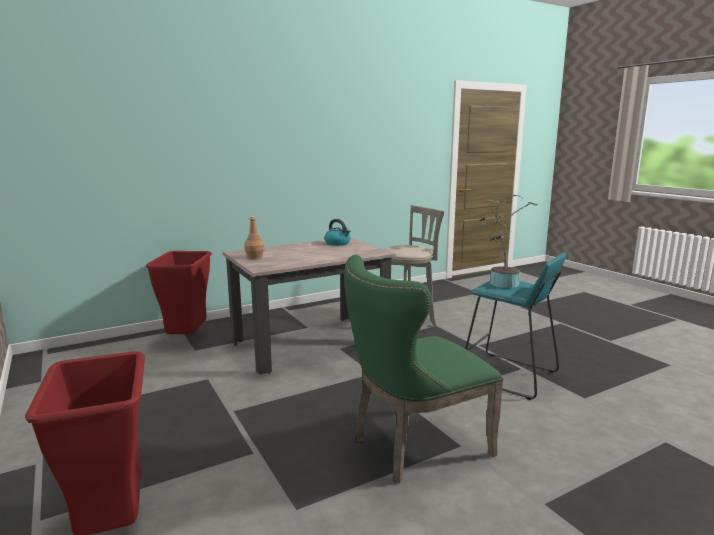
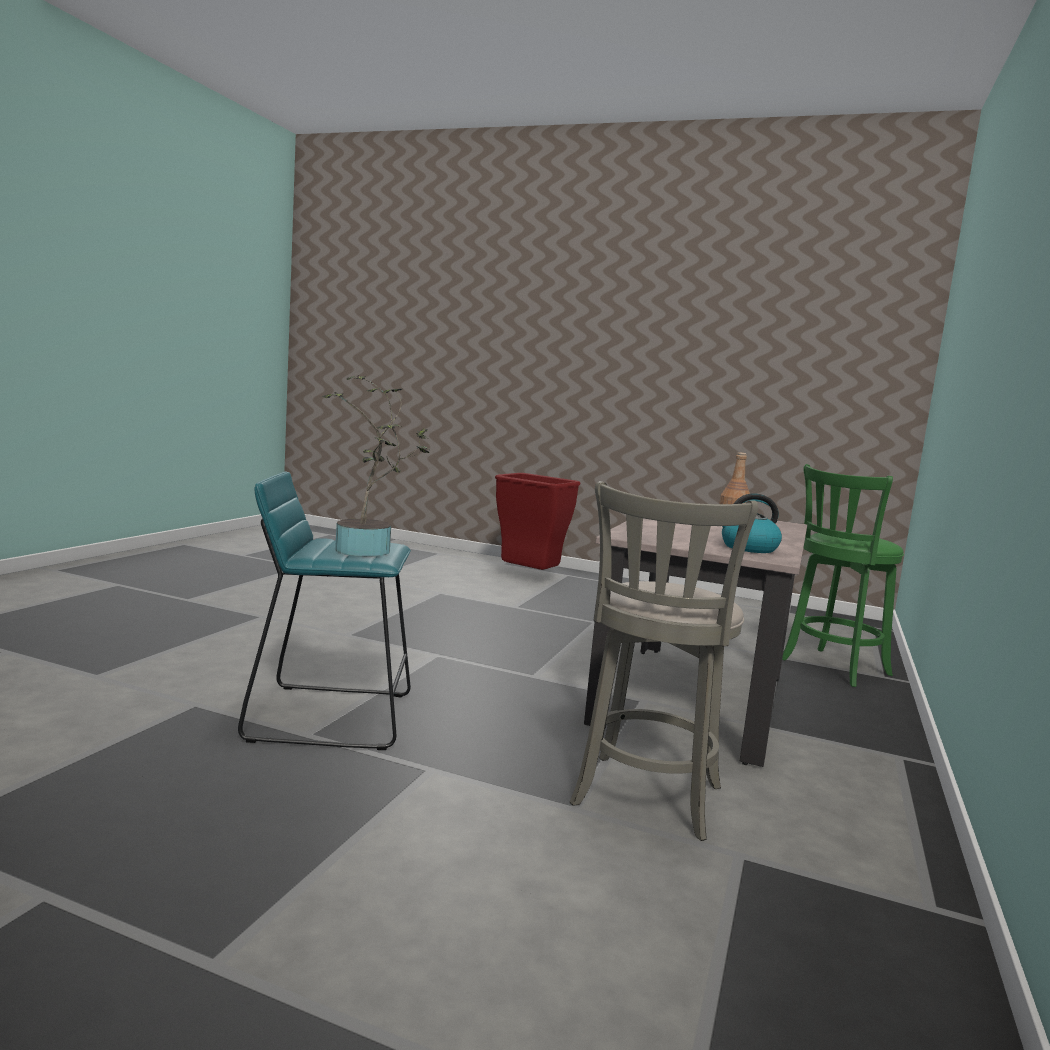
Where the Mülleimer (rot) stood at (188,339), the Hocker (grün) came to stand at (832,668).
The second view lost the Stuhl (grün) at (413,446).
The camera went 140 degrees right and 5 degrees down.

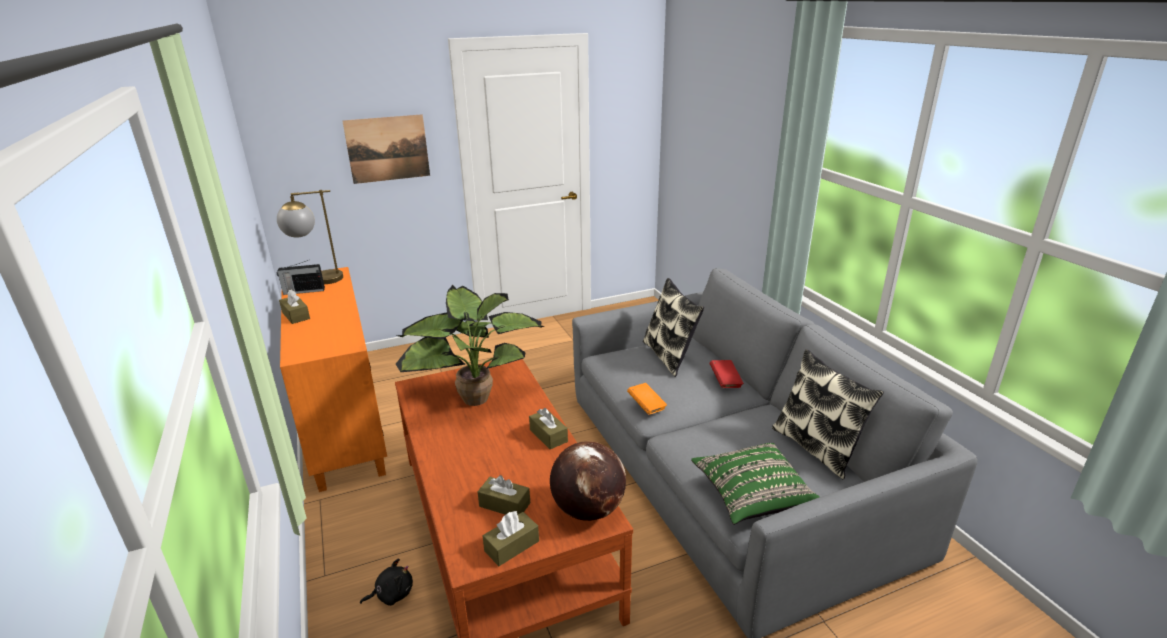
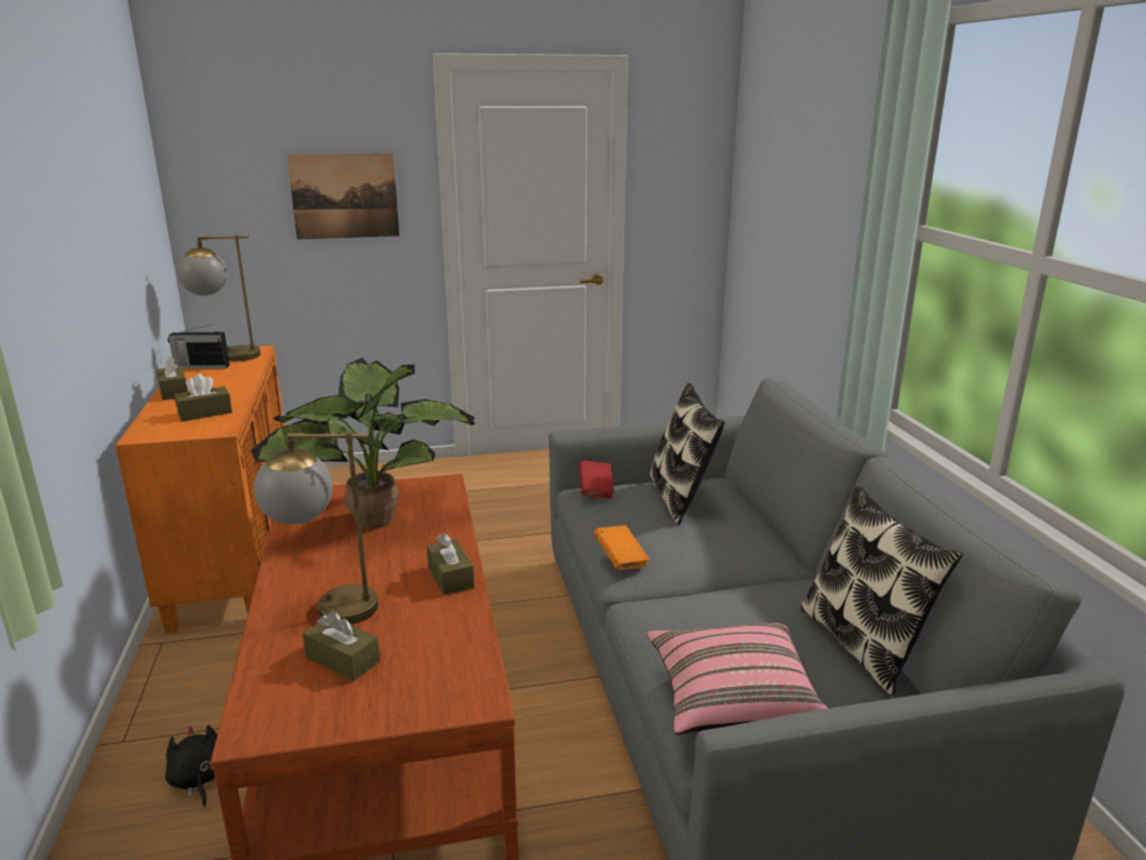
The Plüschtier (schwarz) at (392,594) ended up facing another way, 105 degrees counterclockwise from before.
The Taschentuchbox (braun) ended up elsewhere, having gone from (512,546) to (205,413).
The second view gained the Tischlampe at (326,609).
The Buch (rot) ended up elsewhere, having gone from (725,381) to (596,490).
What was the Kissen (grün) at (752,496) turned into the Kissen (rosa) at (733,701).
The second view lost the Globus at (588,509).
The camera went 10 degrees right and 5 degrees down.

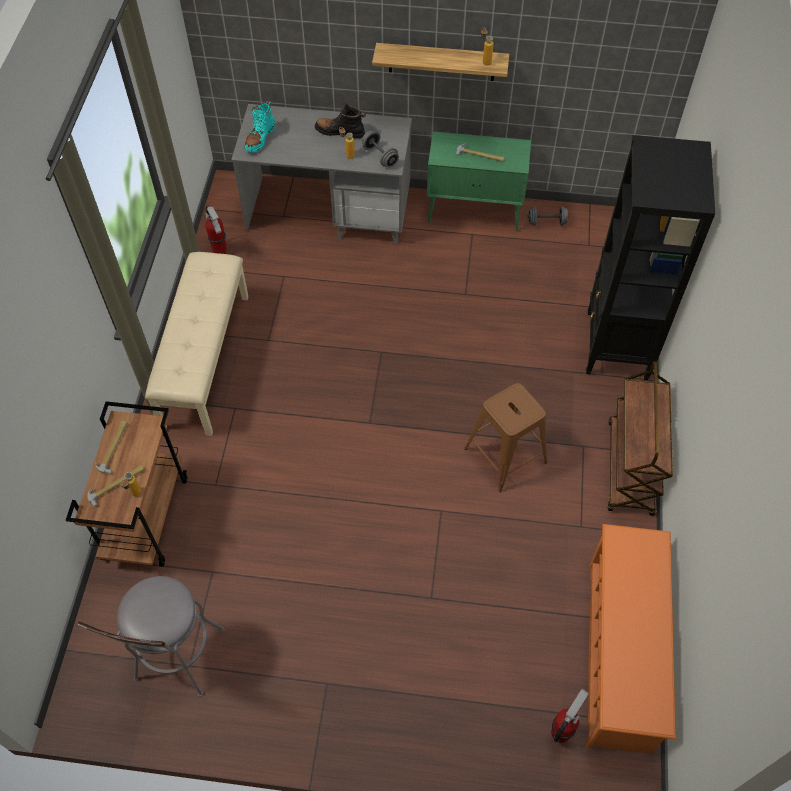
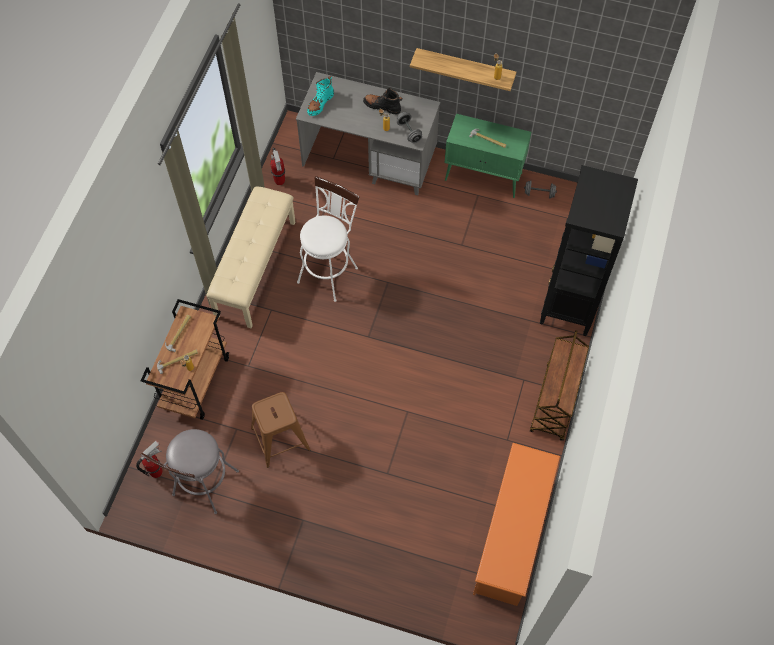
The Feuerlöscher ended up elsewhere, having gone from (560,733) to (157,472).
The Hocker (braun) ended up elsewhere, having gone from (506,455) to (281,439).
The second view gained the Hocker (weiß) at (330,271).
The camera went 10 degrees right and 5 degrees up.

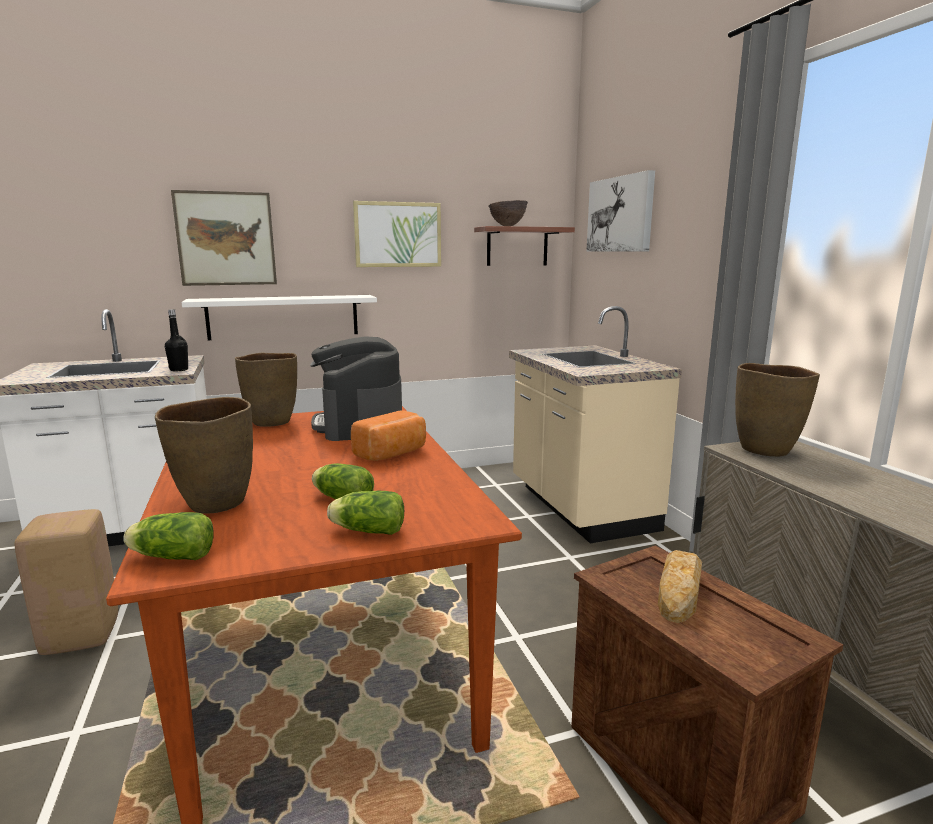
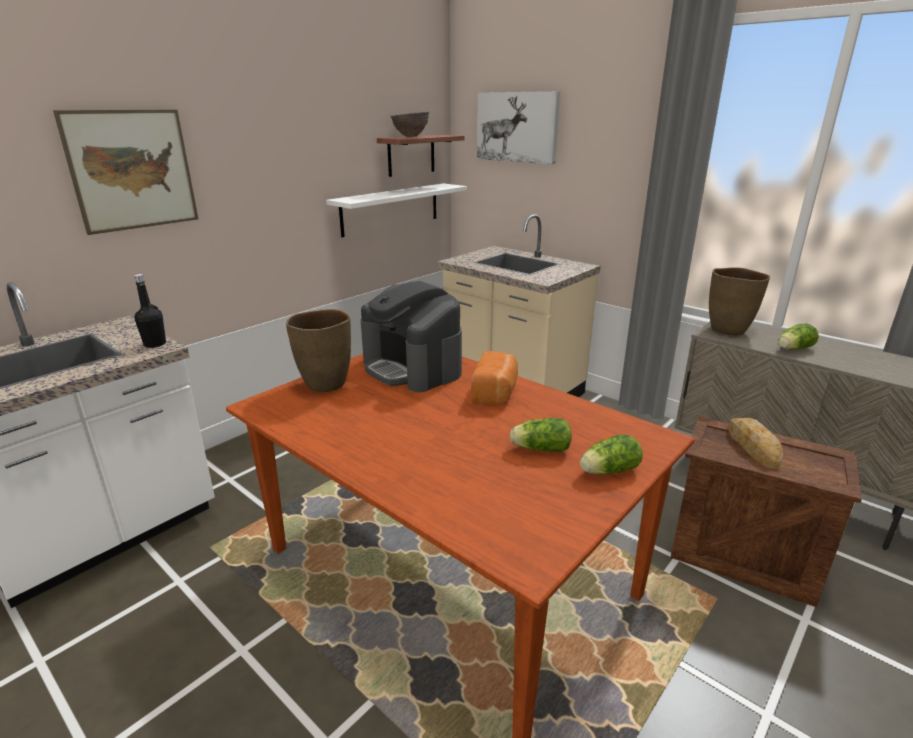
The Wandregal (weiß) ended up elsewhere, having gone from (283,317) to (391,209).
The Salatkopf ended up elsewhere, having gone from (171,556) to (793,349).
The second view lost the Hocker (beige) at (80,636).
The second view lost the Vase (braun) at (216,504).
The second view lost the Bild at (397,234).
The camera went 30 degrees left and 10 degrees up.

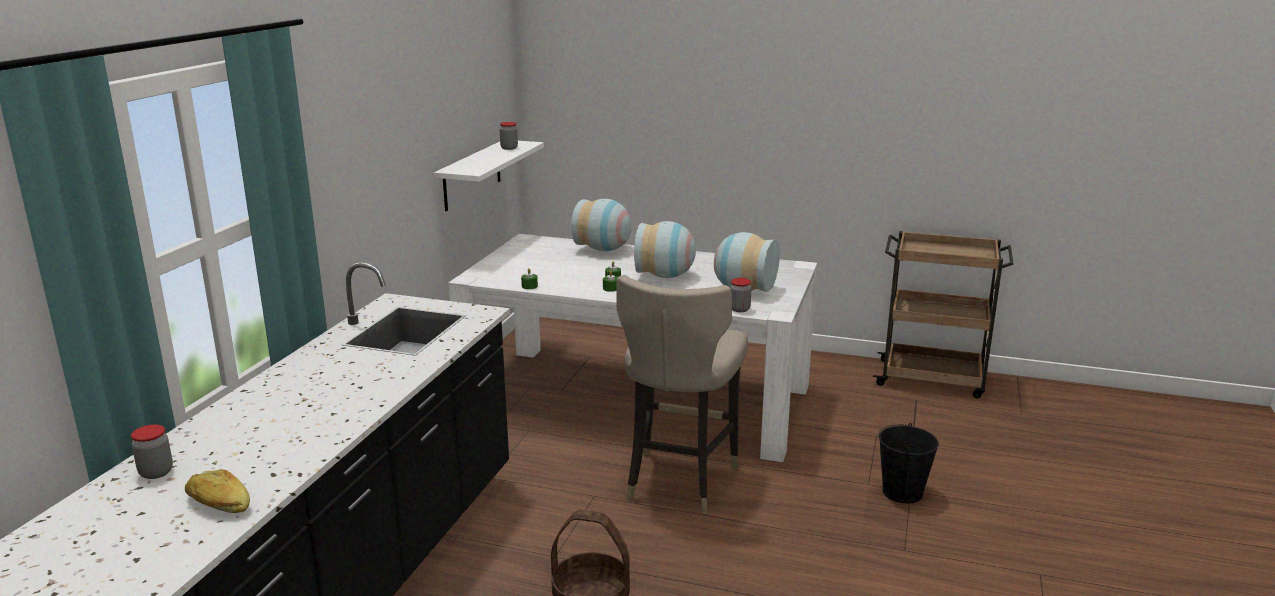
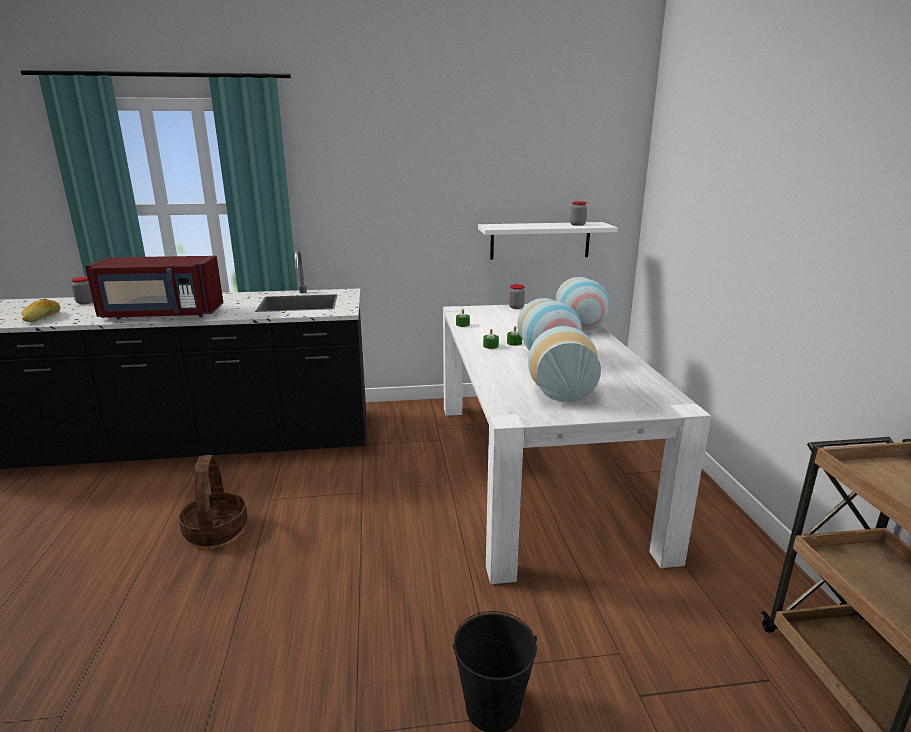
The second view gained the Mikrowelle (rot) at (162,315).
The Vorratsglas ended up elsewhere, having gone from (739,309) to (516,307).
The second view lost the Hocker (beige) at (678,480).
The camera went 65 degrees right and 0 degrees up.

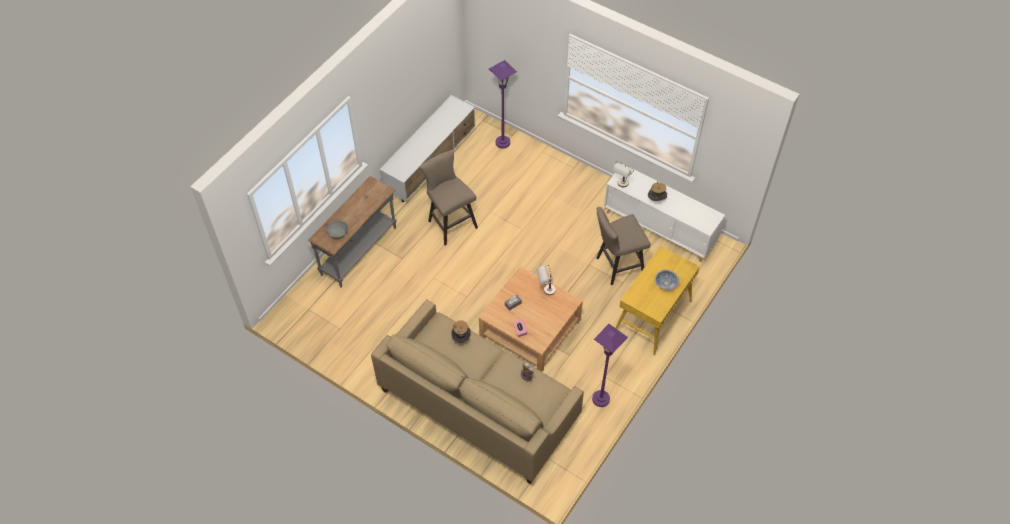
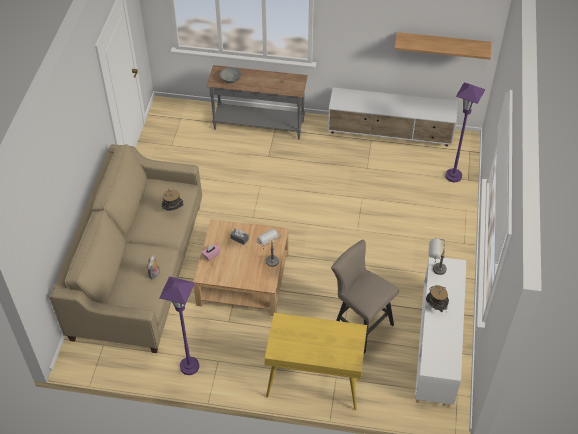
The second view gained the Wandregal at (442,44).
The second view lost the Hocker (beige) at (450,223).
The second view lost the Schüssel at (666,283).
The camera went 65 degrees right and 5 degrees down.

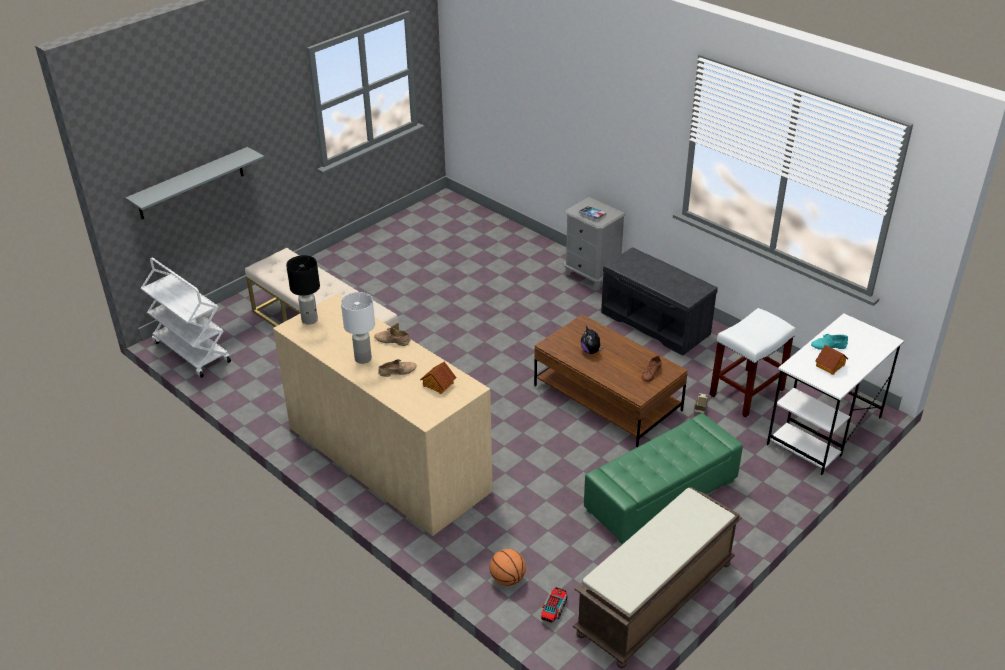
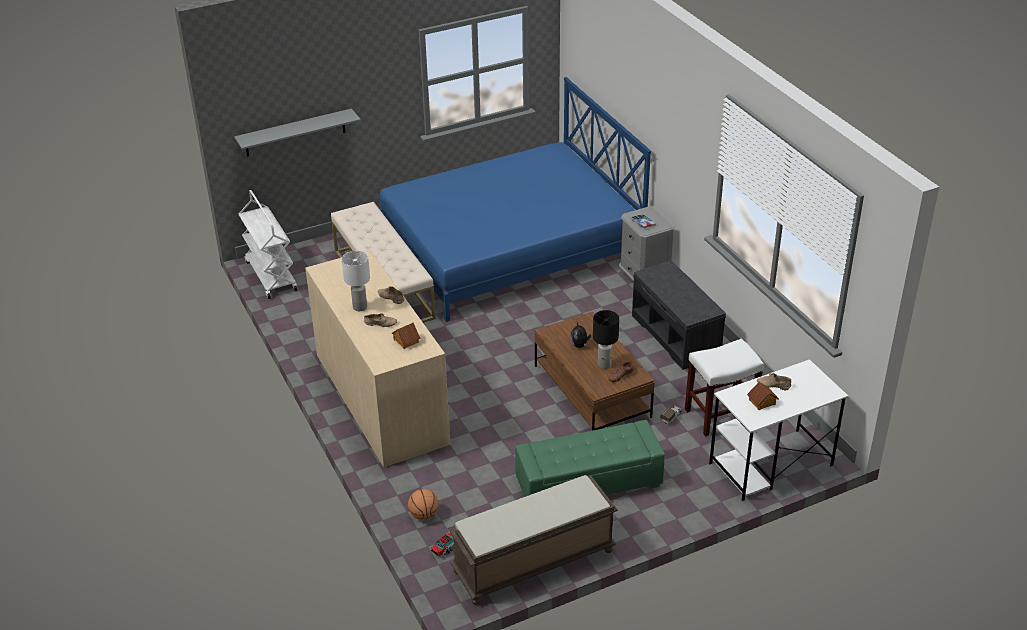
The second view gained the Bett (blau) at (510,247).
The Tischlampe (schwarz) ended up elsewhere, having gone from (310,320) to (605,364).
What was the Schuh (türkis) at (829,346) turned into the Schuh (beige) at (773,385).
The camera went 20 degrees right and 0 degrees up.

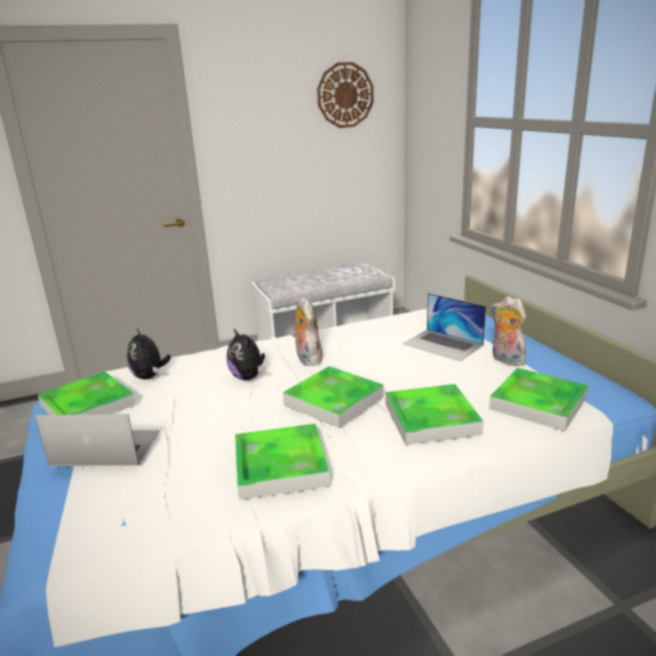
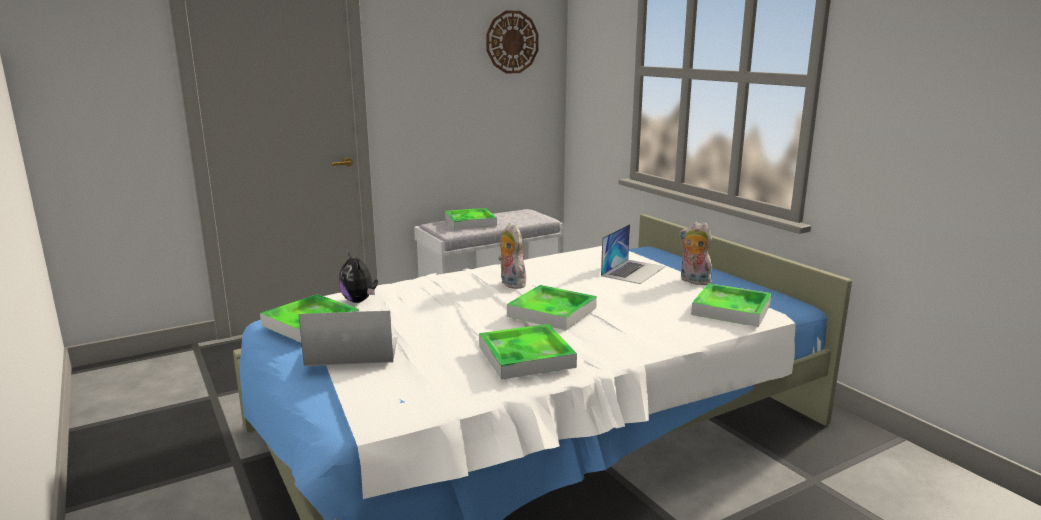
The Tablett ended up elsewhere, having gone from (431,419) to (470,222).
The Laptop at (443,344) ended up facing another way, 90 degrees counterclockwise from before.
The second view lost the Plüschtier at (248,377).
The camera went 10 degrees left and 5 degrees down.

